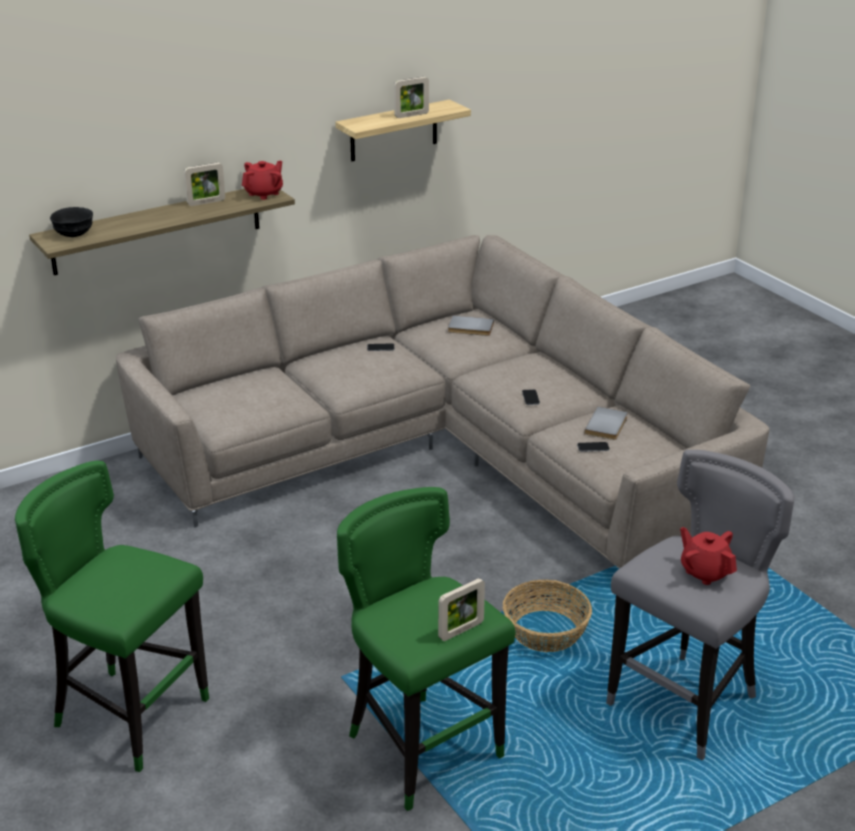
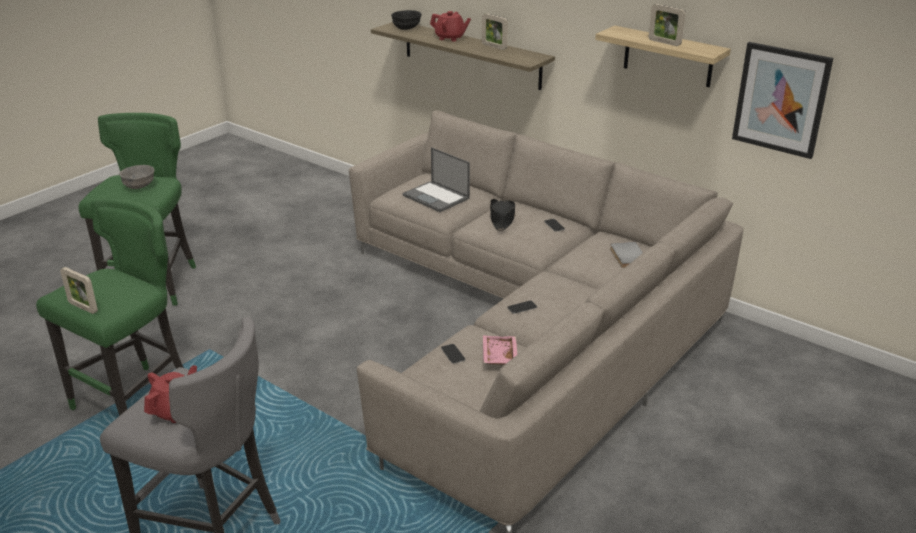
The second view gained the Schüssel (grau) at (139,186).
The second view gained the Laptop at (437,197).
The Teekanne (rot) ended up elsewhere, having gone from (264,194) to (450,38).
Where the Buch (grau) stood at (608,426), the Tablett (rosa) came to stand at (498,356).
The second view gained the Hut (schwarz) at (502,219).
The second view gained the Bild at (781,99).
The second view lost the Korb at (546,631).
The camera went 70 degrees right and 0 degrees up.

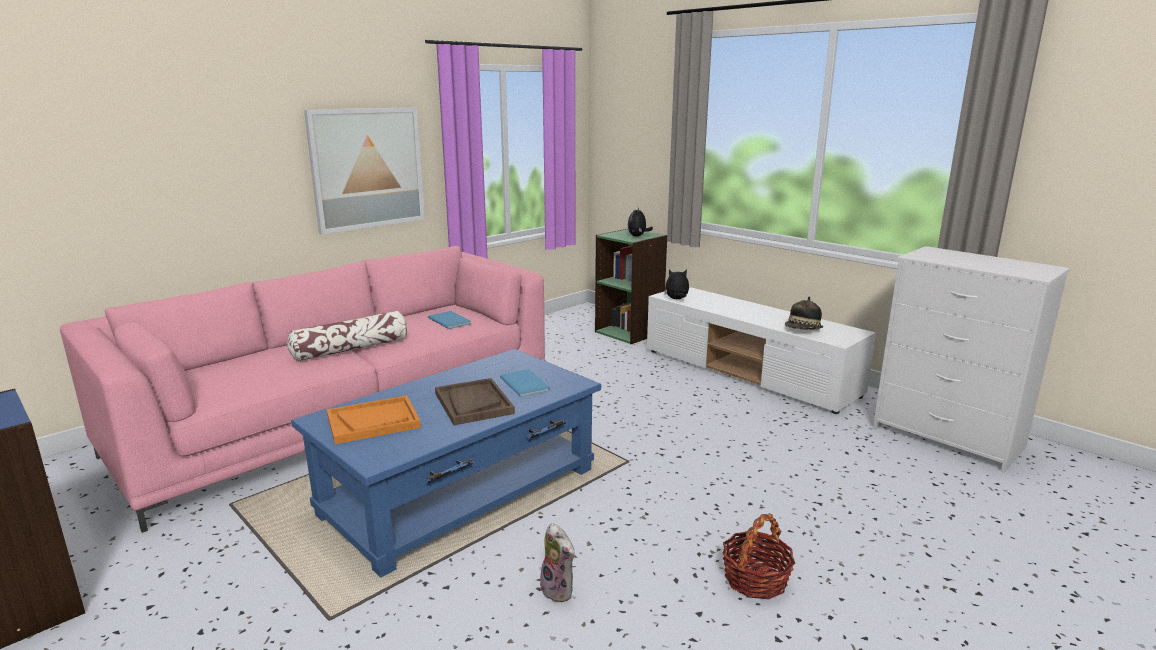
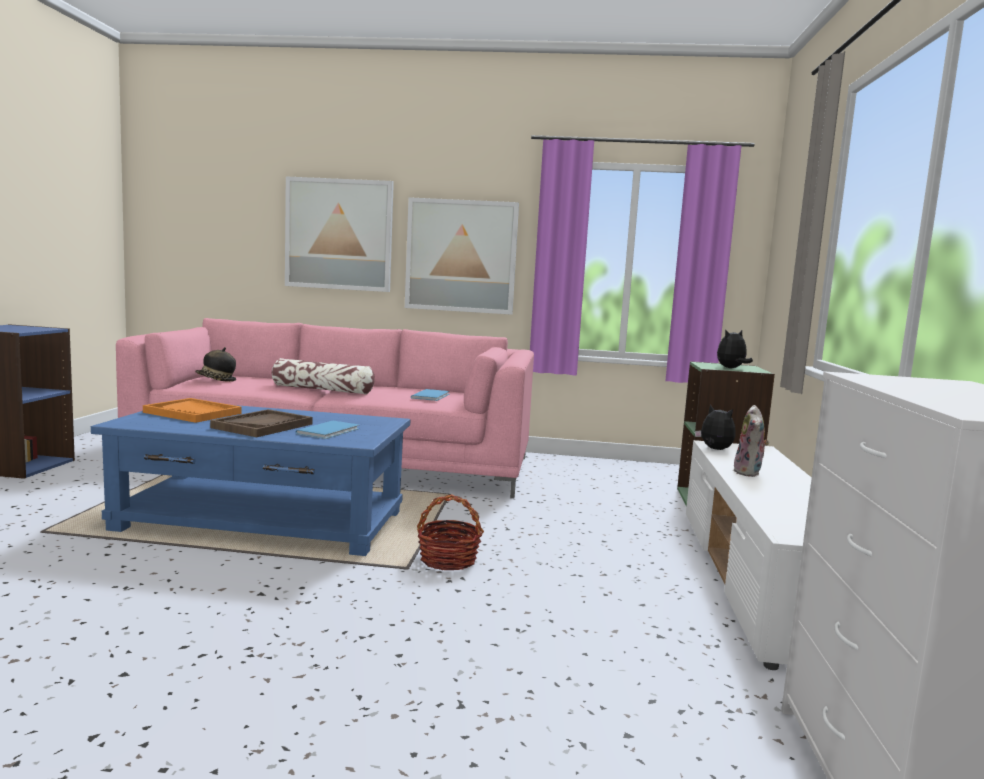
The Hut ended up elsewhere, having gone from (803,330) to (216,380).
The second view gained the Bild at (339,234).
The Korb ended up elsewhere, having gone from (755,580) to (448,560).
The Plüschtier ended up elsewhere, having gone from (559,590) to (749,473).
The camera went 50 degrees right and 10 degrees down.

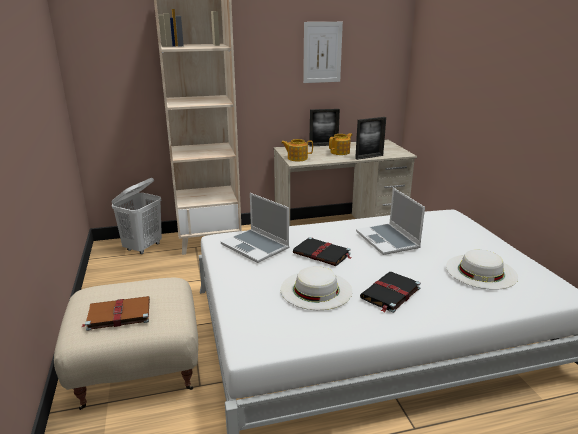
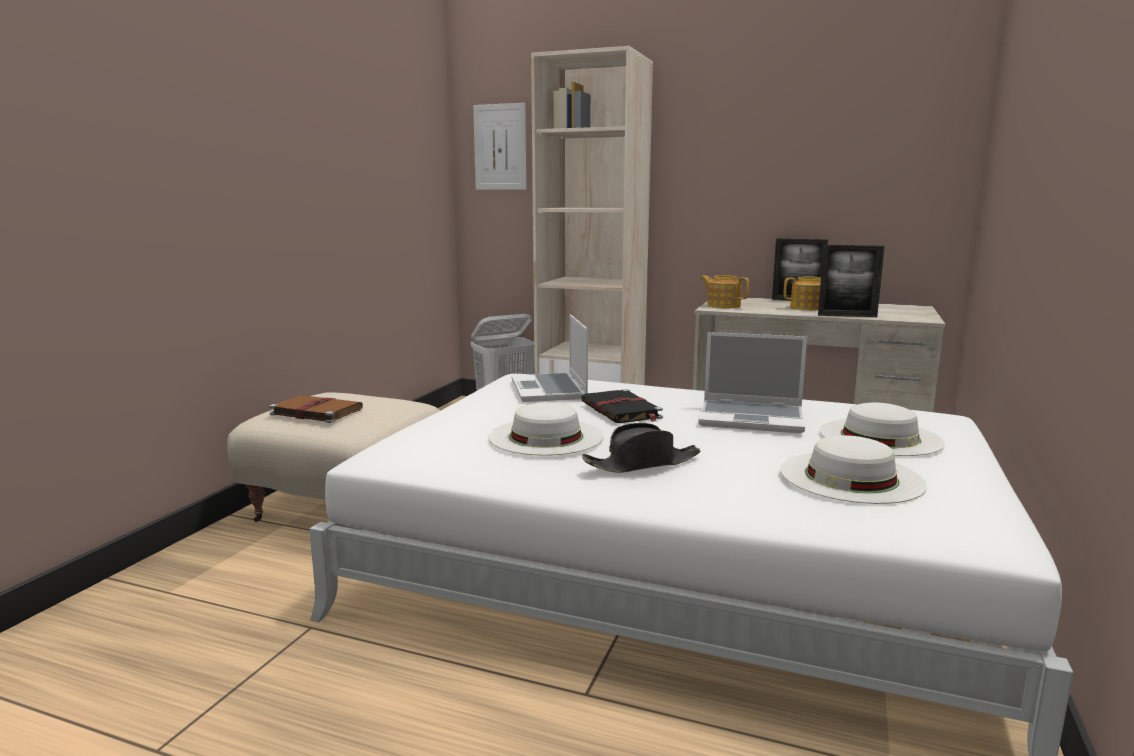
The Bild ended up elsewhere, having gone from (322,52) to (500,147).
Where the Buch (schwarz) stood at (390,293), the Hut (schwarz) came to stand at (642,463).
The Laptop at (388,240) ended up facing another way, 90 degrees counterclockwise from before.
The second view gained the Hut (weiß) at (880,437).
The camera went 35 degrees right and 10 degrees down.

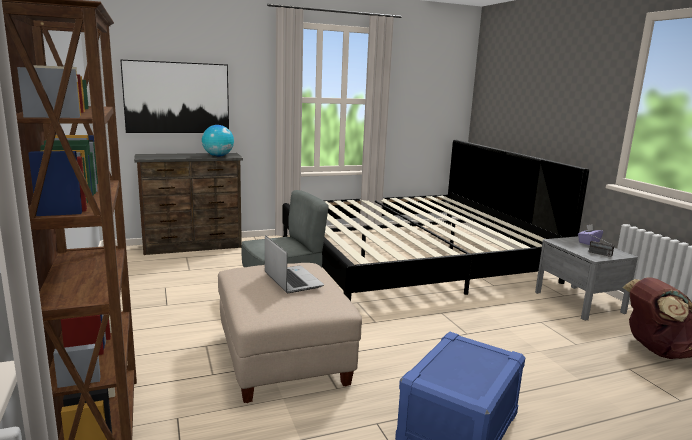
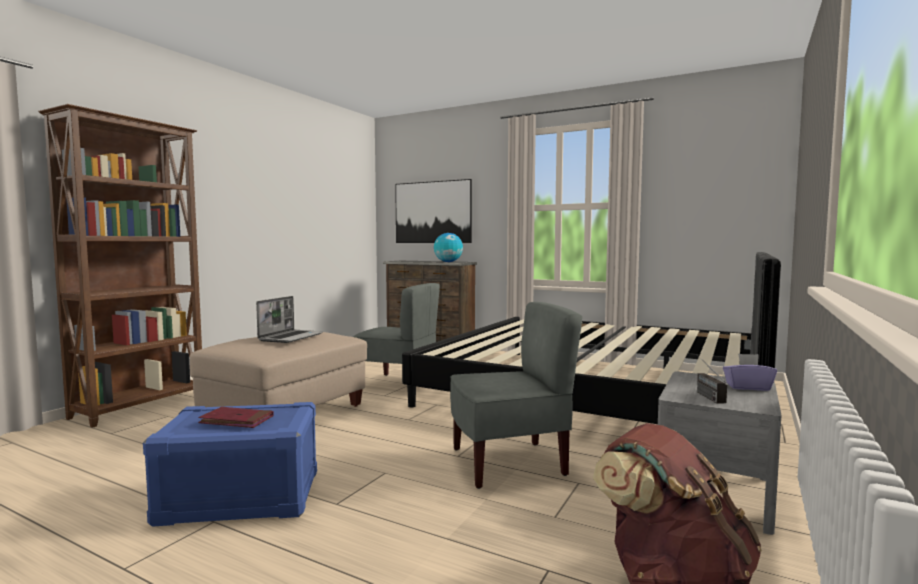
The second view gained the Buch (rot) at (236,420).
The second view gained the Stuhl (grau) at (509,463).
The camera went 50 degrees right and 10 degrees down.

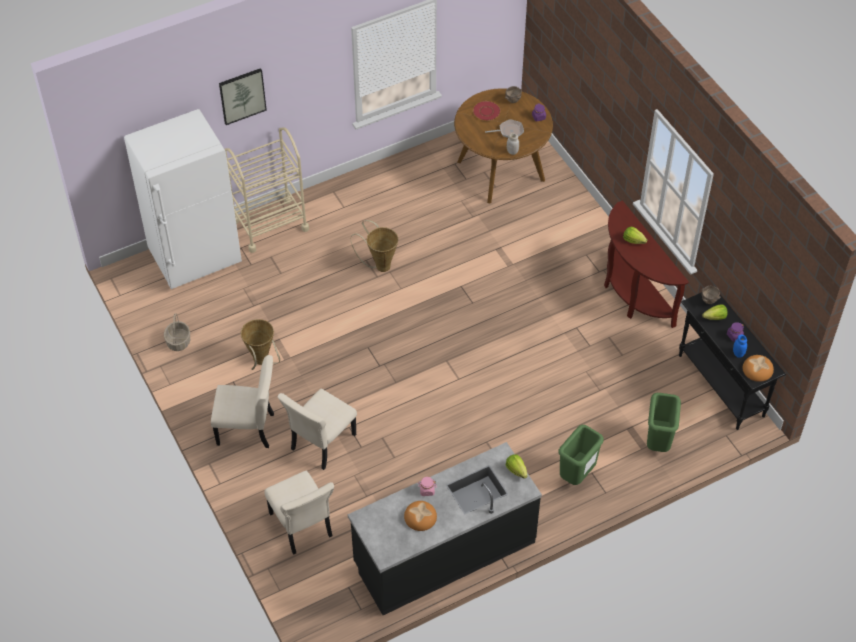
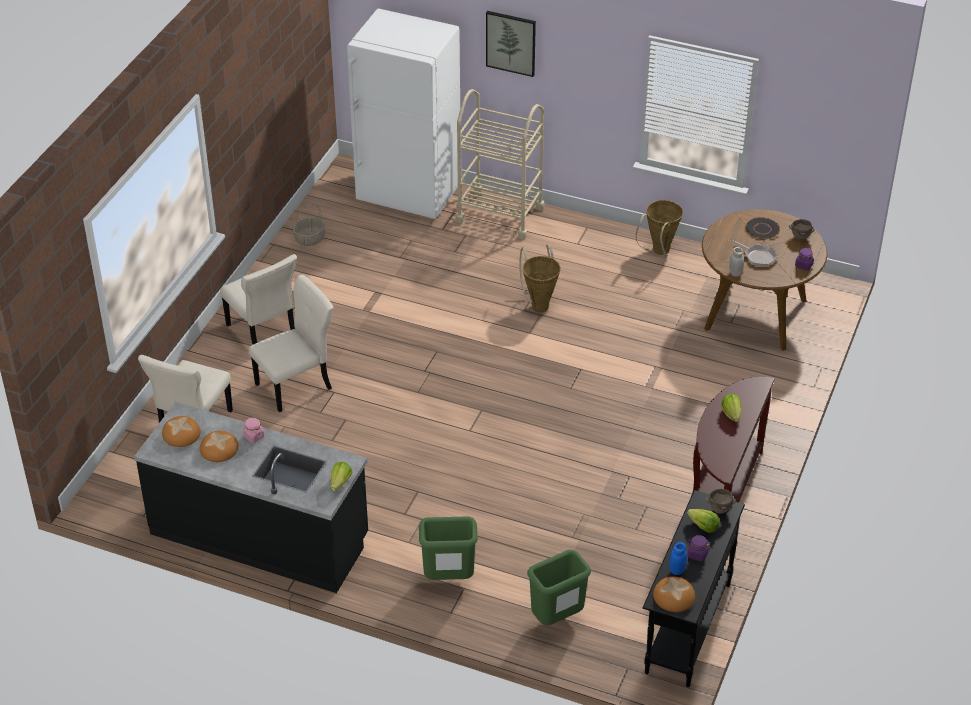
The second view gained the Brot at (181,434).
The Stuhl (beige) at (321,443) ended up facing another way, 150 degrees clockwise from before.
The Korb ended up elsewhere, having gone from (262,362) to (659,252).
What was the Teller (rot) at (486,111) turned into the Teller (schwarz) at (762,229).
The camera went 50 degrees right and 10 degrees down.

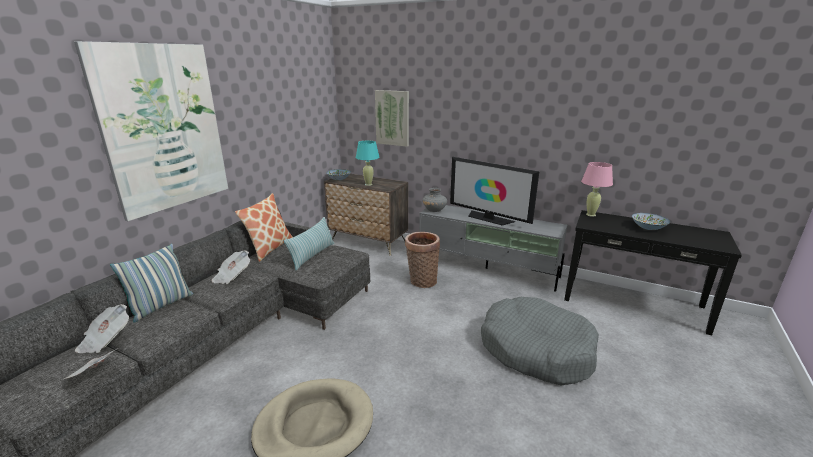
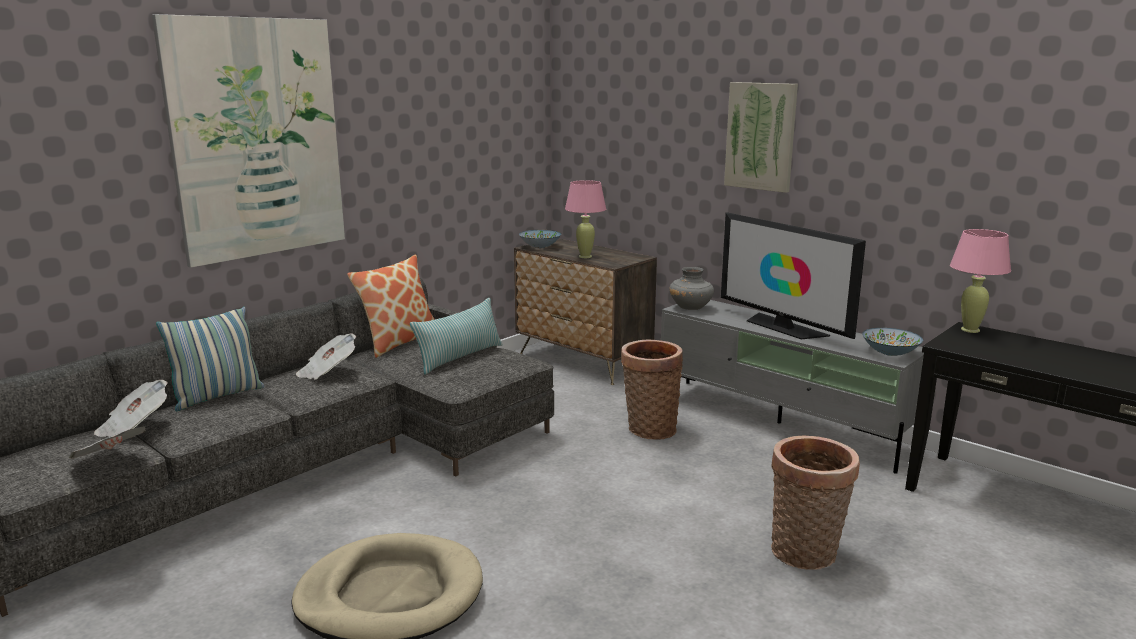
What was the Tischlampe (türkis) at (368,184) turned into the Tischlampe (rosa) at (585,256).
The Bild ended up elsewhere, having gone from (392,118) to (761,136).
Where the Hundebett (grau) stood at (536,350), the Korb came to stand at (806,555).
The Schüssel ended up elsewhere, having gone from (648,228) to (890,353).
The camera went 15 degrees right and 5 degrees down.

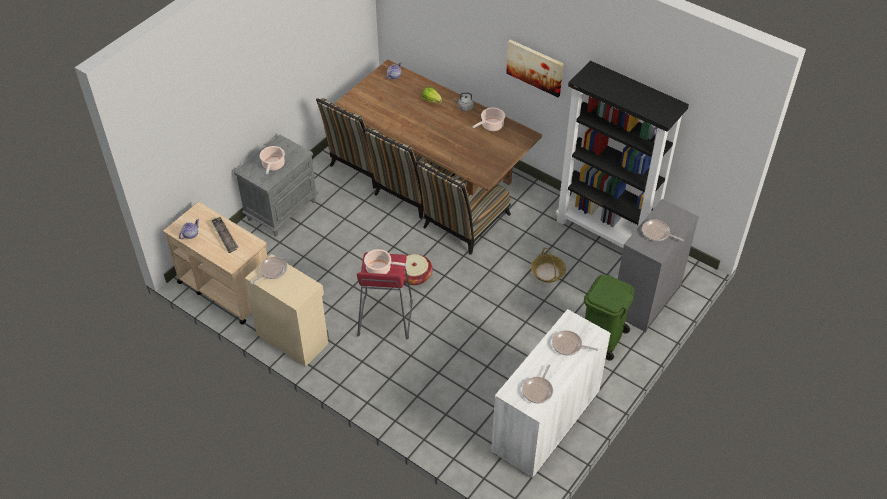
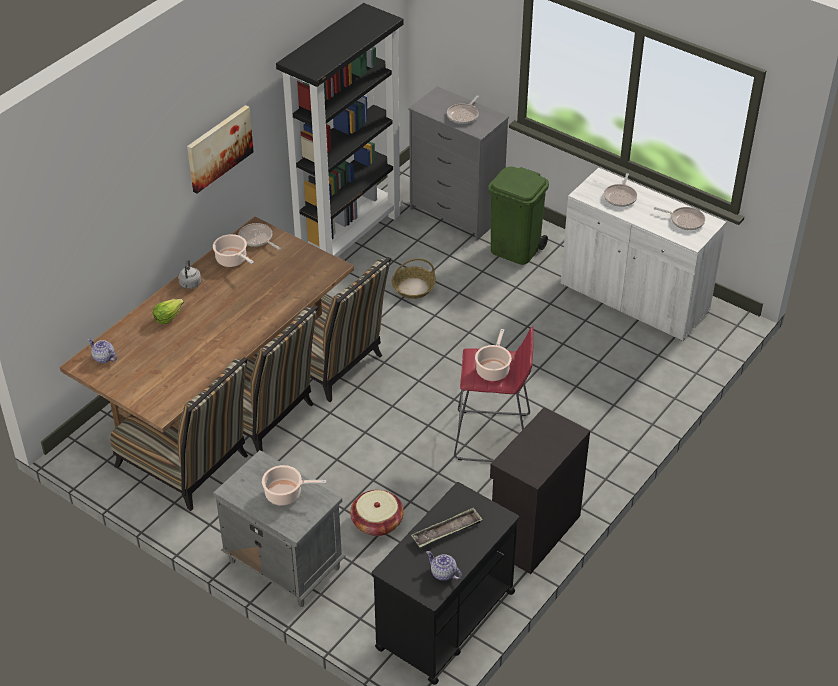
The Pfanne ended up elsewhere, having gone from (272,271) to (257,239).
The Korb ended up elsewhere, having gone from (414,276) to (377,522).
What was the Rollwagen (beige) at (226,288) turned into the Rollwagen (schwarz) at (444,620).
What was the Schrank (beige) at (293,338) turned into the Schrank (schwarz) at (533,532).
The camera went 90 degrees left and 5 degrees down.

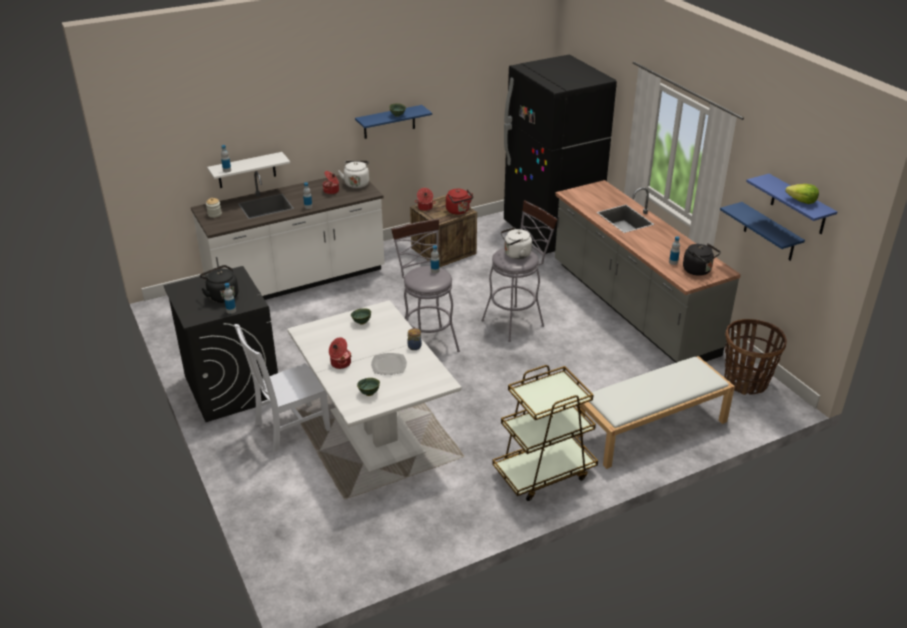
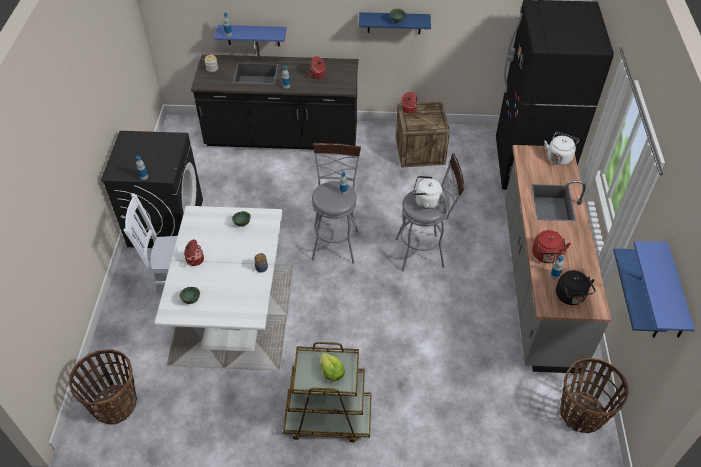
The second view gained the Korb at (115,404).
What was the Küchenzeile (weiß) at (297,281) turned into the Küchenzeile (schwarz) at (282,138).
What was the Wandregal (weiß) at (246,170) turned into the Wandregal (blau) at (253,35).
The Salatkopf ended up elsewhere, having gone from (801,201) to (331,372).
The Wasserkessel (rot) ended up elsewhere, having gone from (458,211) to (546,256).
The Wasserkessel (weiß) ended up elsewhere, having gone from (356,183) to (559,157).
The second view lost the Wasserkessel (schwarz) at (222,296).
The second view lost the Teller at (388,365).
The second view lost the Bank (weiß) at (650,428).
The camera went 30 degrees right and 15 degrees up.

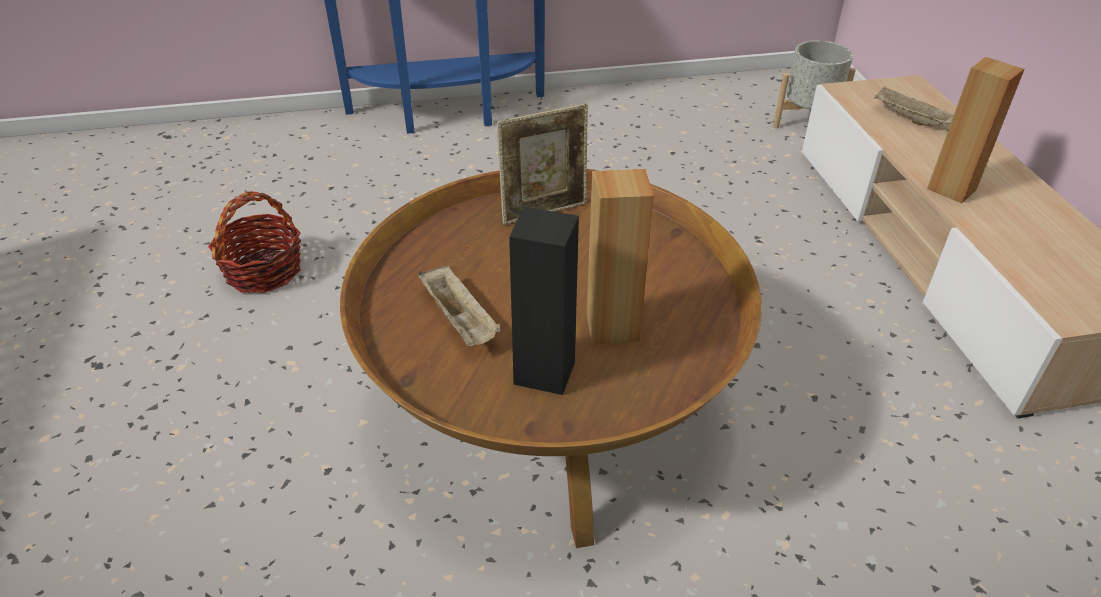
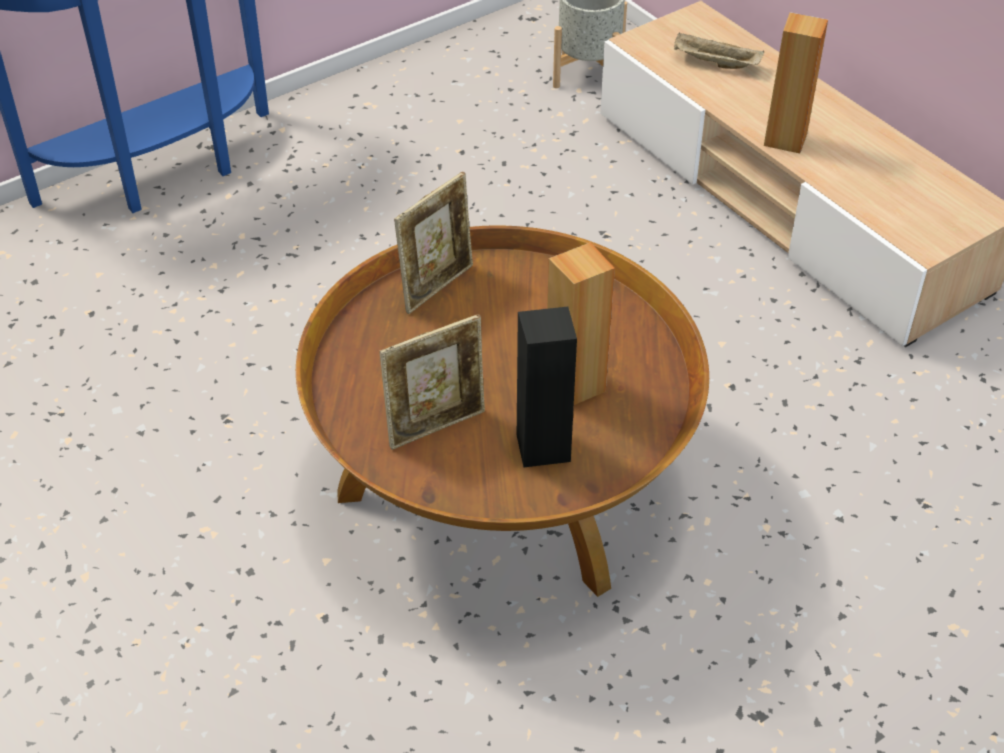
Where the Tablett (beige) stood at (460,321), the Bilderrahmen came to stand at (436,426).
The second view lost the Korb at (263,271).
The camera went 25 degrees left and 5 degrees up.

